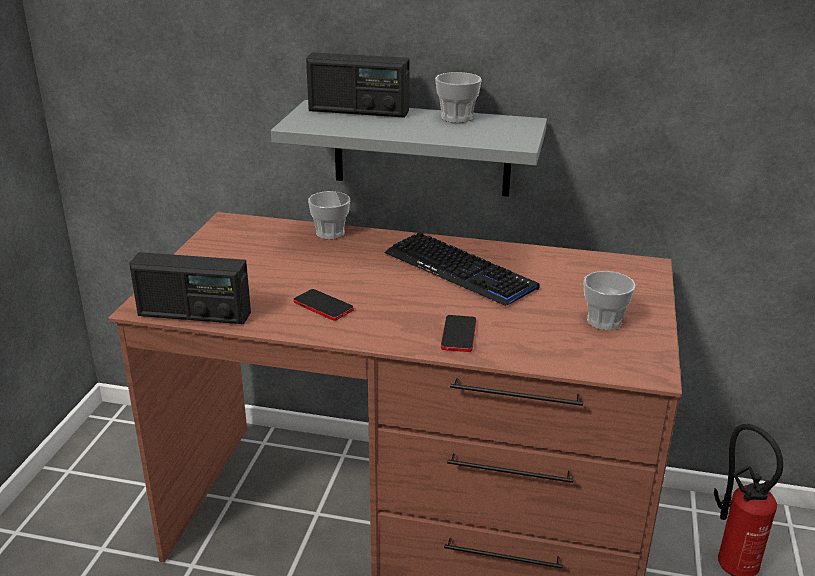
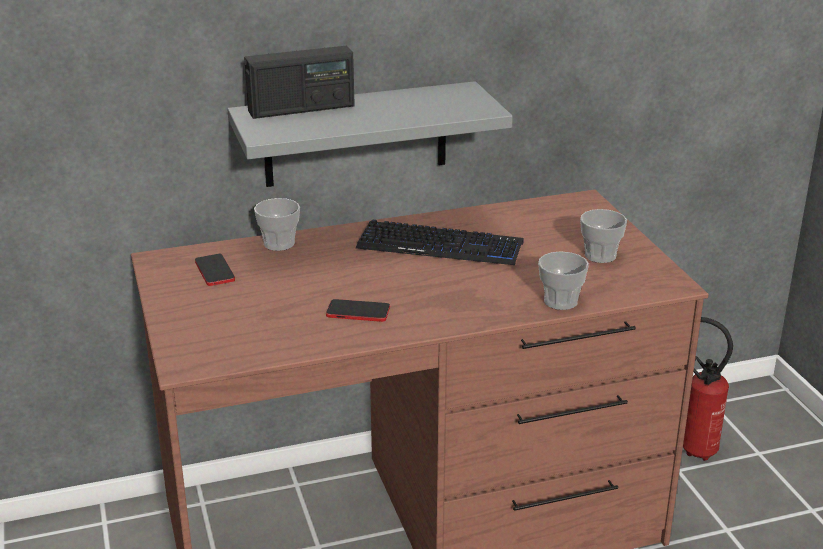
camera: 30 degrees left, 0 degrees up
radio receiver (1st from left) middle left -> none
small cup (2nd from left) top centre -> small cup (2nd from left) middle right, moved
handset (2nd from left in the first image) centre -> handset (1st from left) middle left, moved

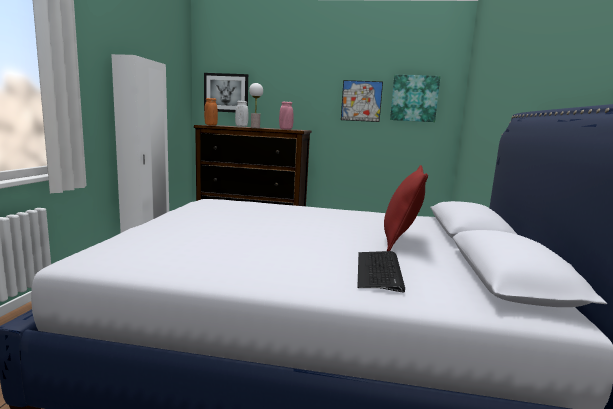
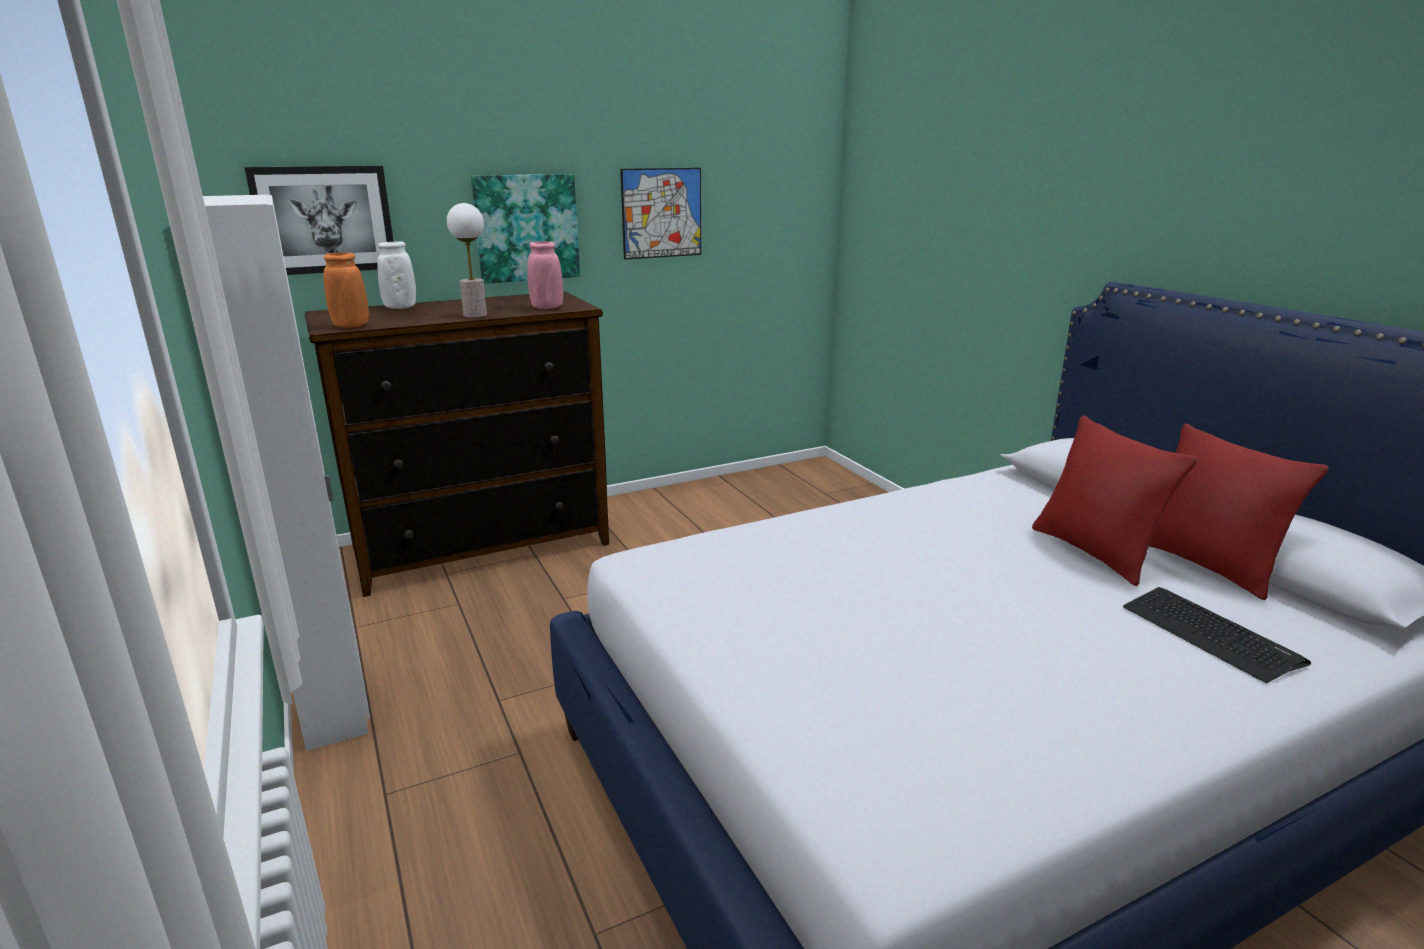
camera: 35 degrees left, 10 degrees up
none -> red throw pillow (2nd from left) middle right
picture (3rd from left in the first image) top right -> picture (2nd from left) top centre, moved

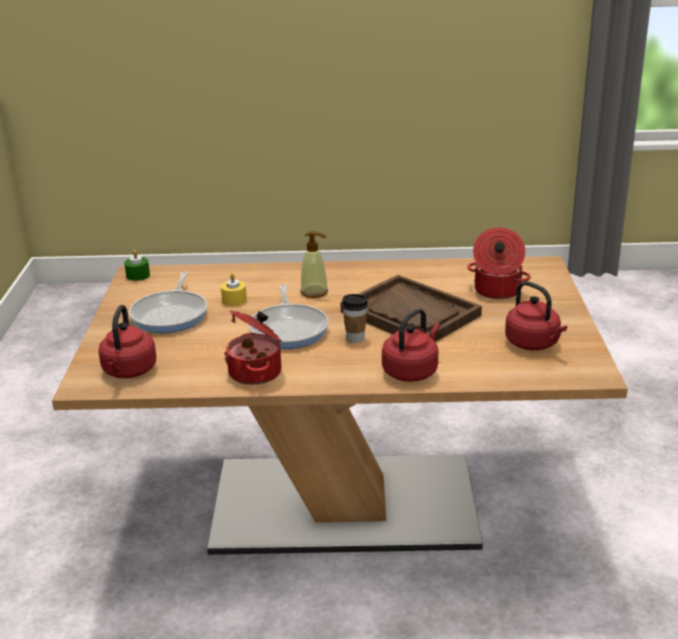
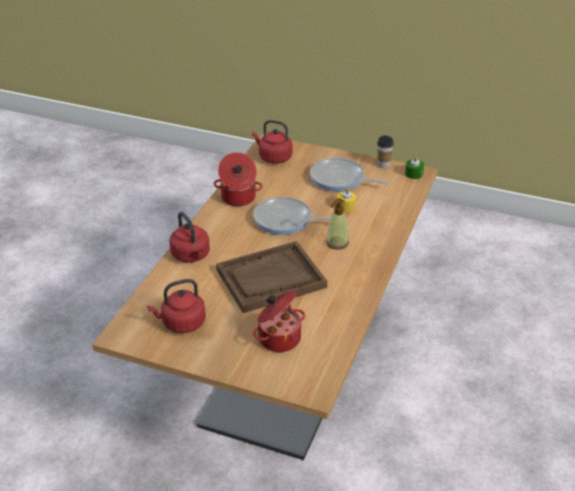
camera: 110 degrees right, 10 degrees up
small cup centre -> small cup top right, moved

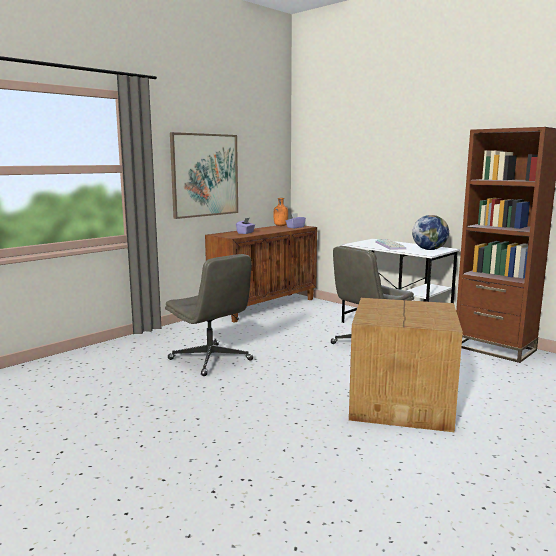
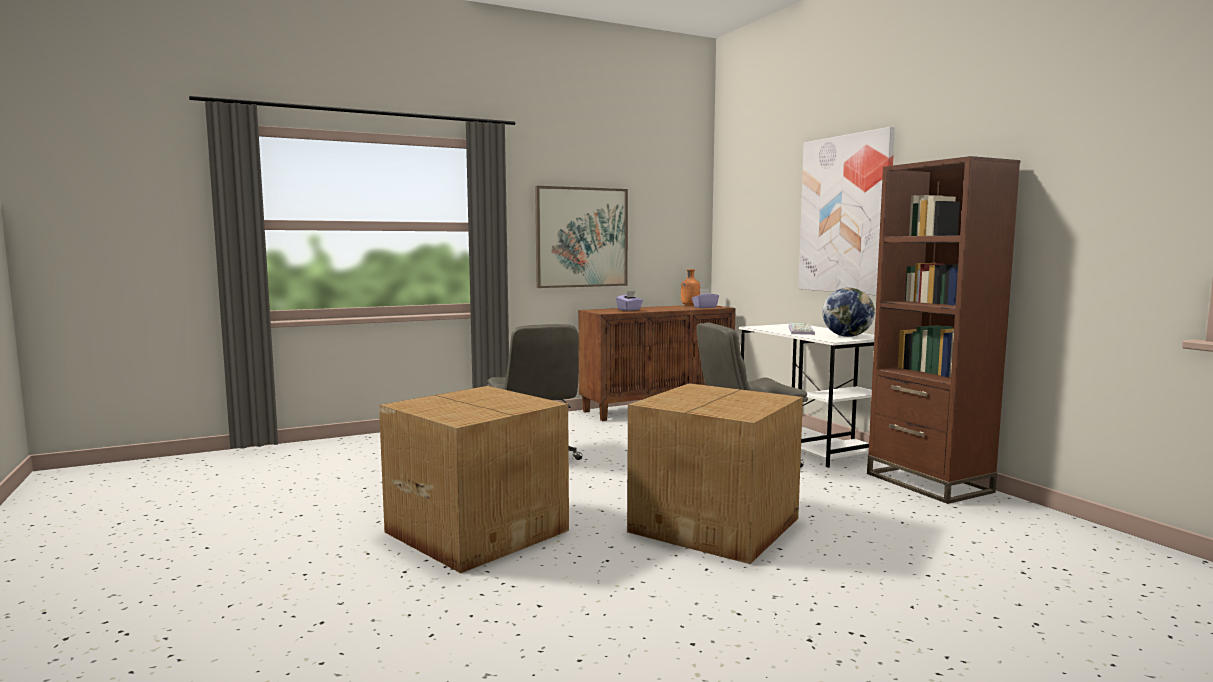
camera: 20 degrees right, 5 degrees down
none -> carton (1st from left) bottom centre
none -> picture (2nd from left) top right

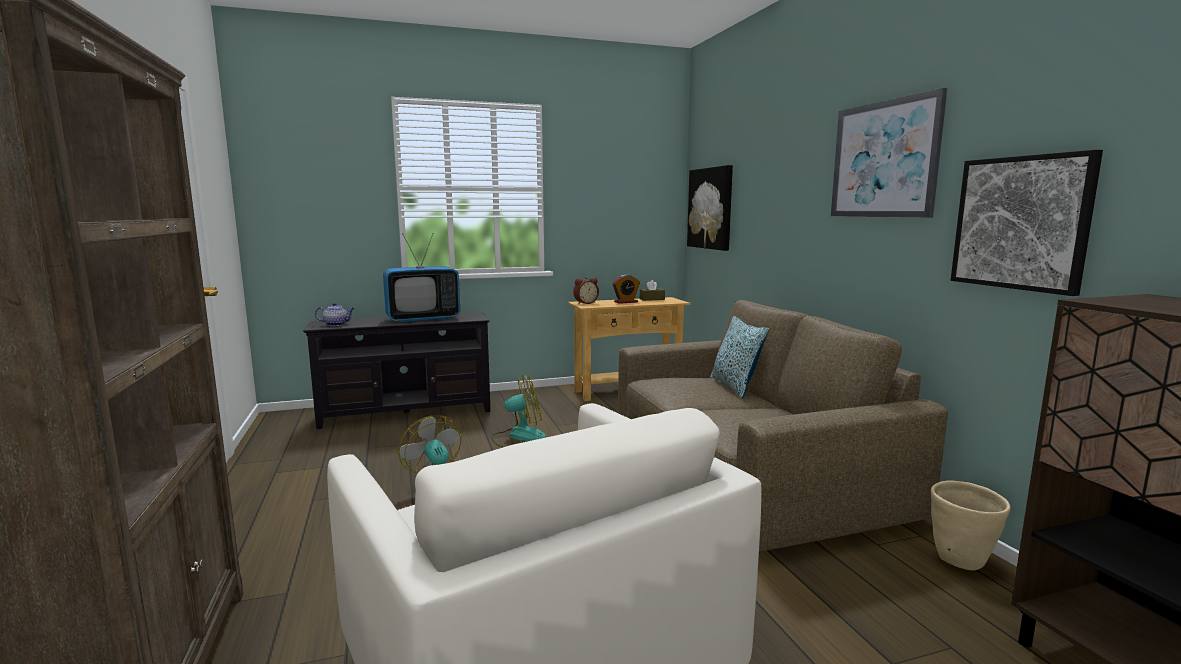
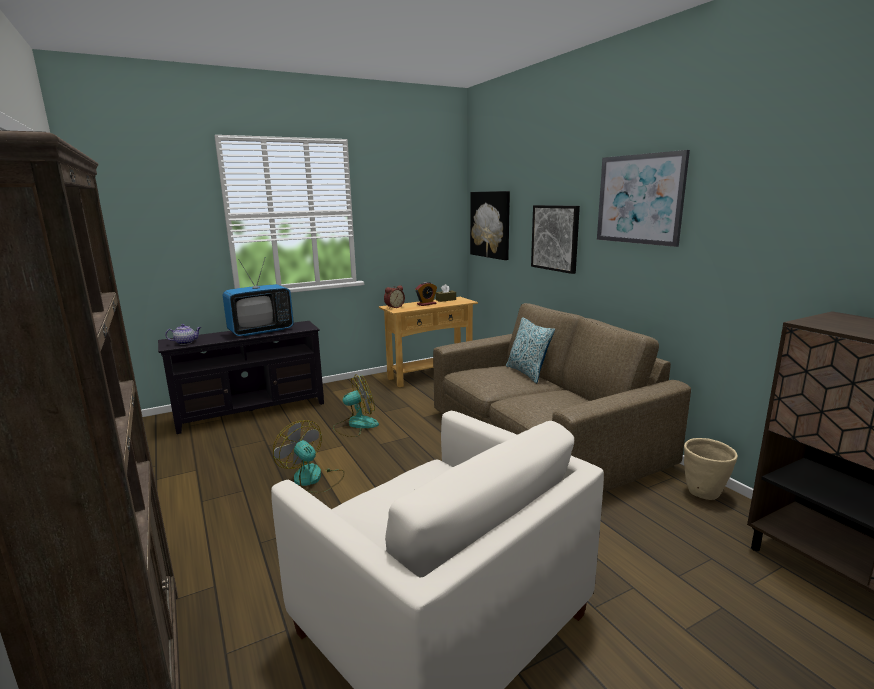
camera: 10 degrees left, 5 degrees up
picture (3rd from left in the first image) middle right -> picture (2nd from left) centre, moved

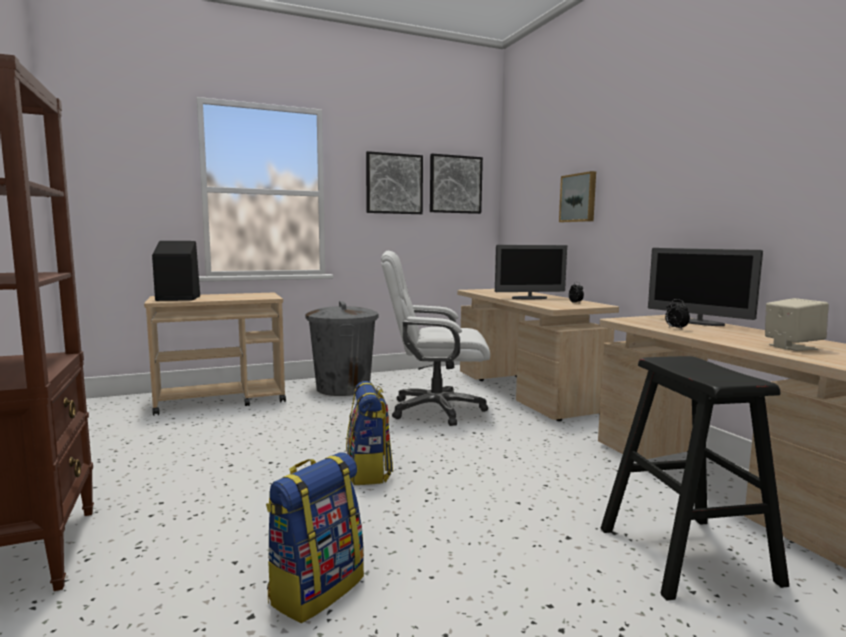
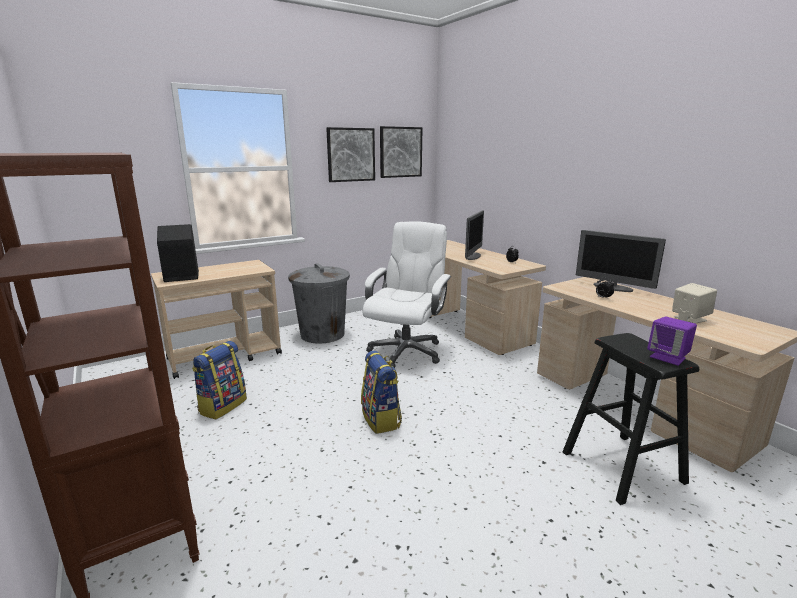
camera: 10 degrees left, 10 degrees up
picture (3rd from left) top right -> none
none -> purple audio speaker middle right
knapsack (1st from left) bottom centre -> knapsack (1st from left) middle left, moved
white-coloured desk chair centre, 120 degrees clockwise
monitor (1st from left) centre, 45 degrees counterclockwise

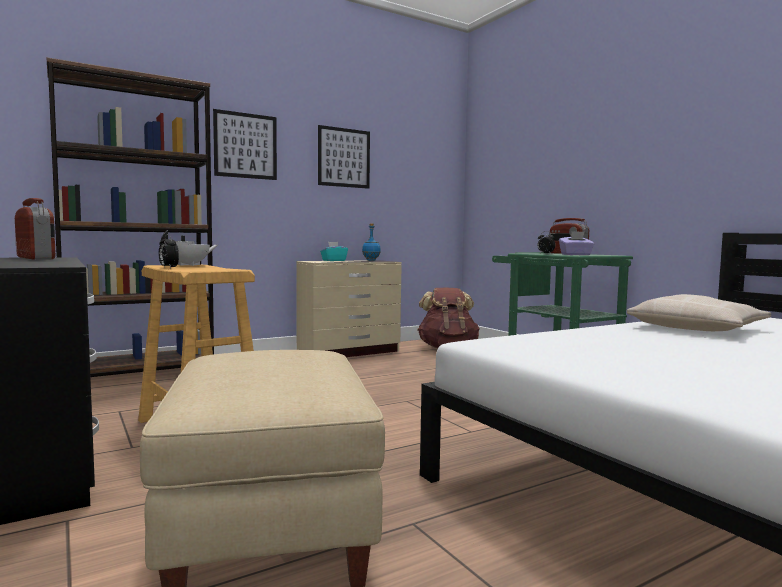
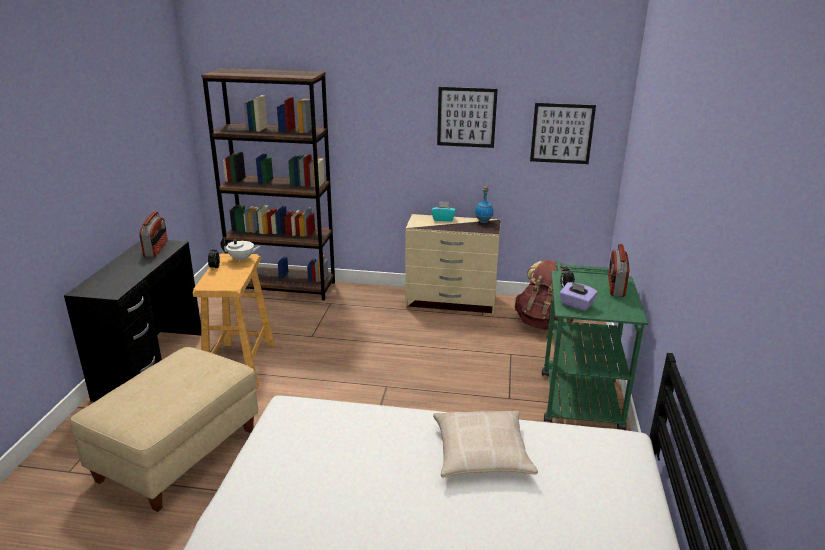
camera: 40 degrees right, 20 degrees up
picture (1st from left in the first image) top left -> picture (2nd from left) top right, moved

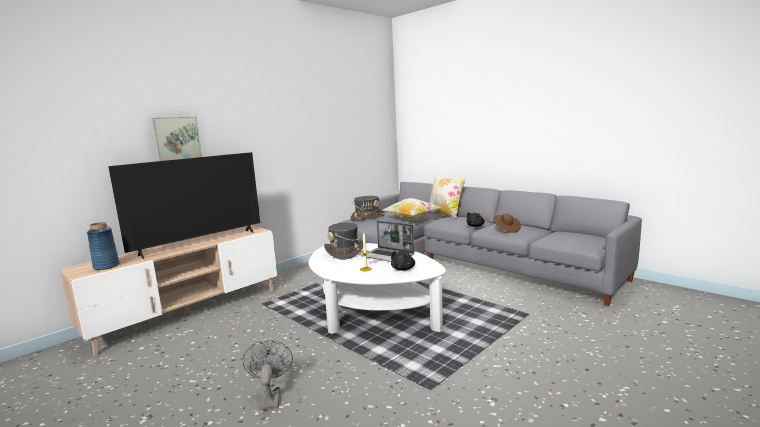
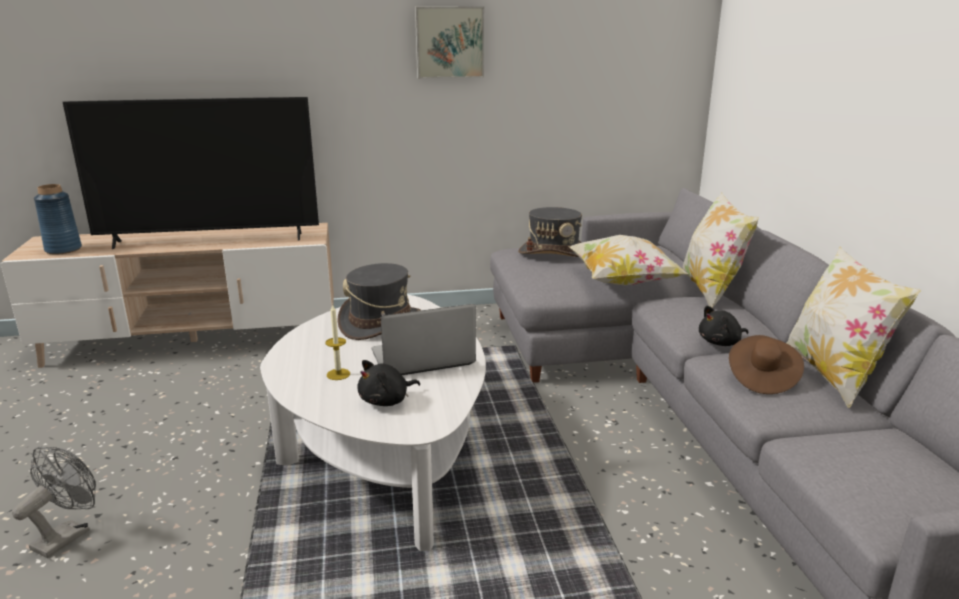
camera: 35 degrees right, 10 degrees up
none -> throw pillow (3rd from left) middle right
picture top left -> picture top centre, moved
portable computer centre, 90 degrees clockwise

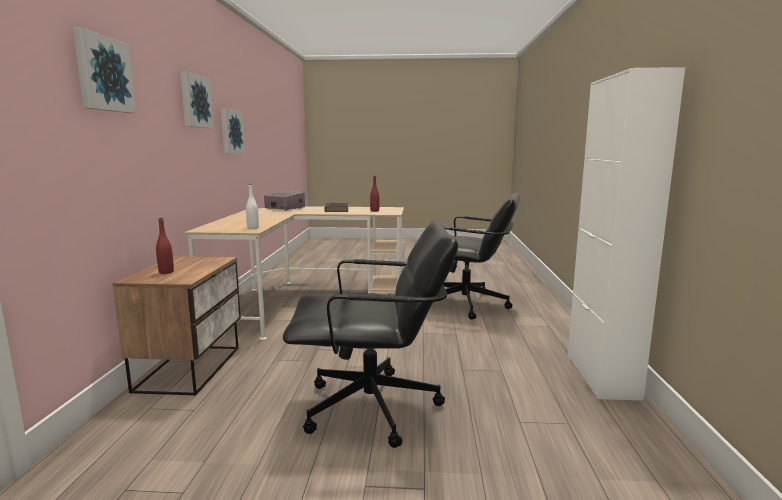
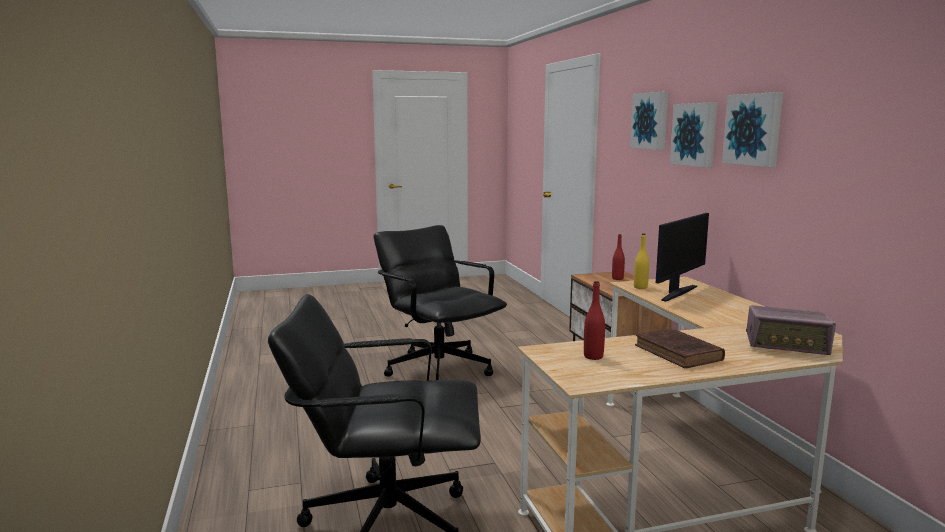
camera: 160 degrees right, 0 degrees up
white-coloured cabinet middle right -> none
none -> monitor middle right
picture (3rd from left in the first image) top left -> picture (2nd from left) top right, moved
white-coloured drink bottle middle left -> yellow drink bottle middle right
blackish desk chair (1st from left in the first image) bottom centre -> blackish desk chair (2nd from left) centre, 75 degrees clockwise

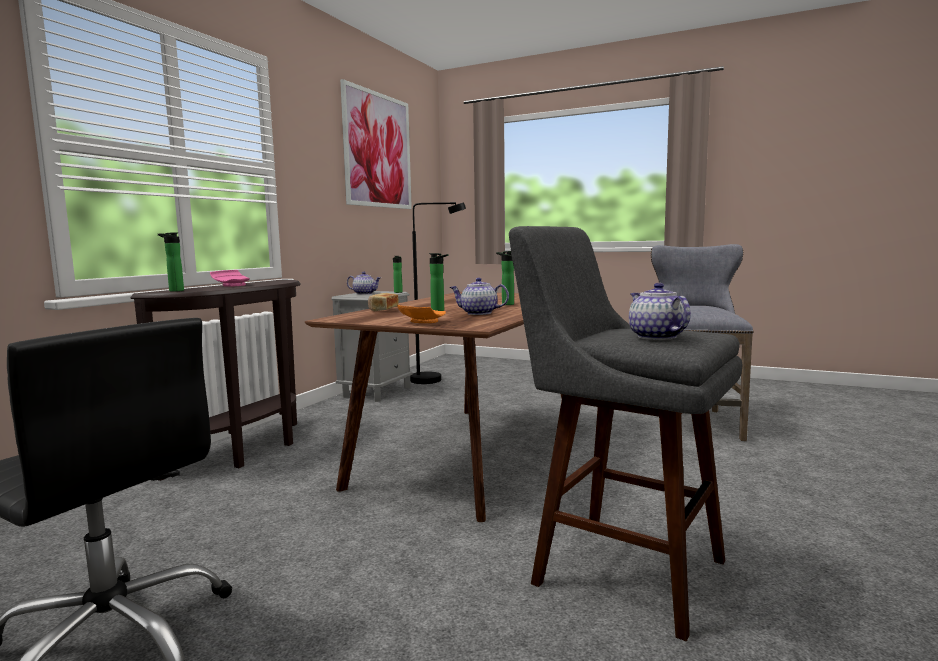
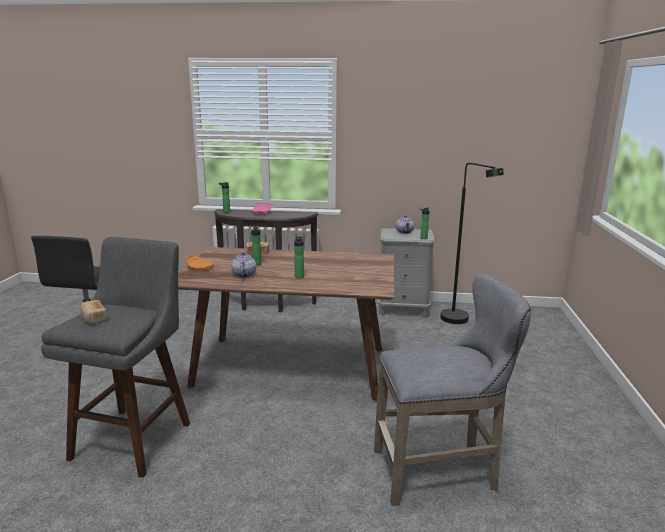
camera: 70 degrees right, 10 degrees up
picture top centre -> none
tea pot (3rd from left) middle right -> bakery bread (1st from left) middle left

